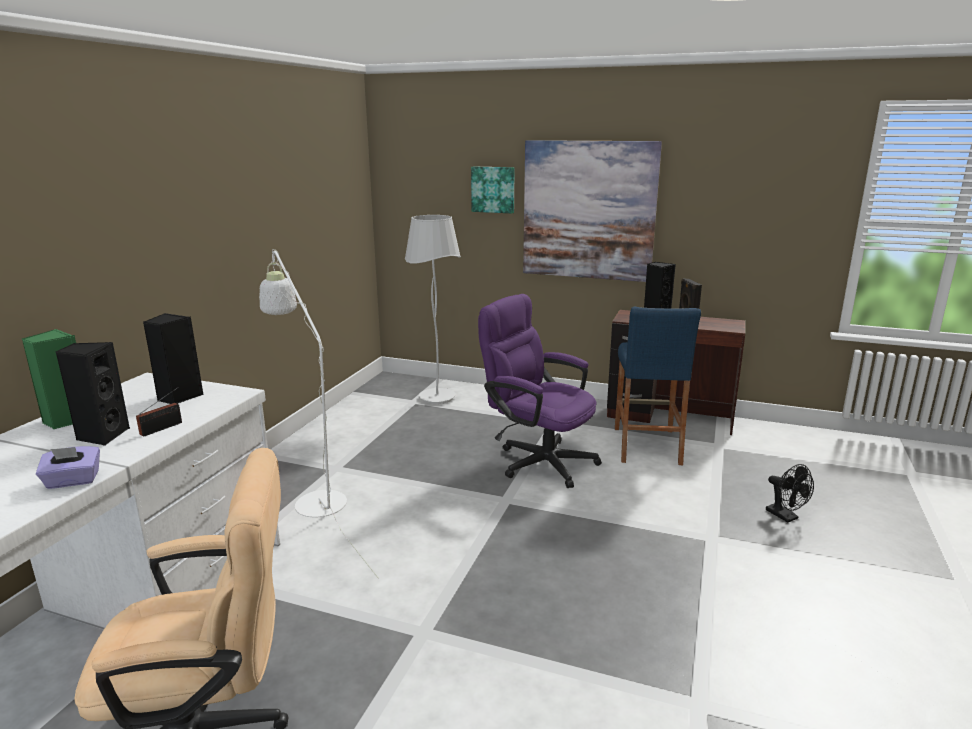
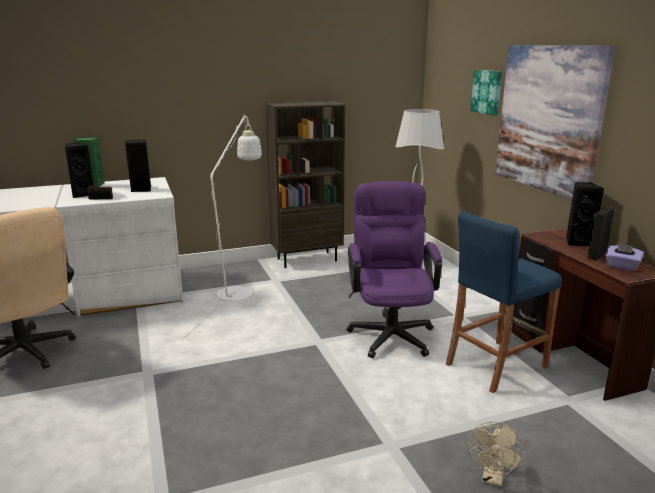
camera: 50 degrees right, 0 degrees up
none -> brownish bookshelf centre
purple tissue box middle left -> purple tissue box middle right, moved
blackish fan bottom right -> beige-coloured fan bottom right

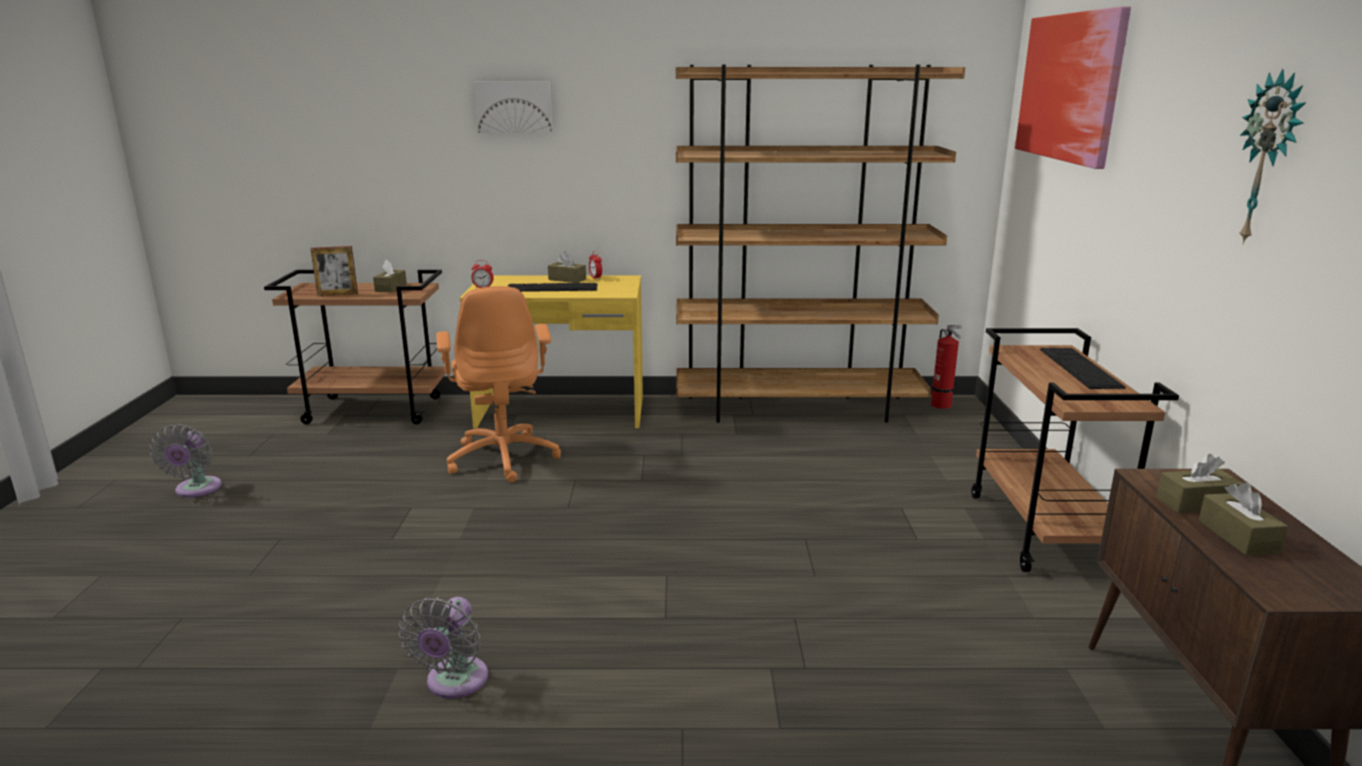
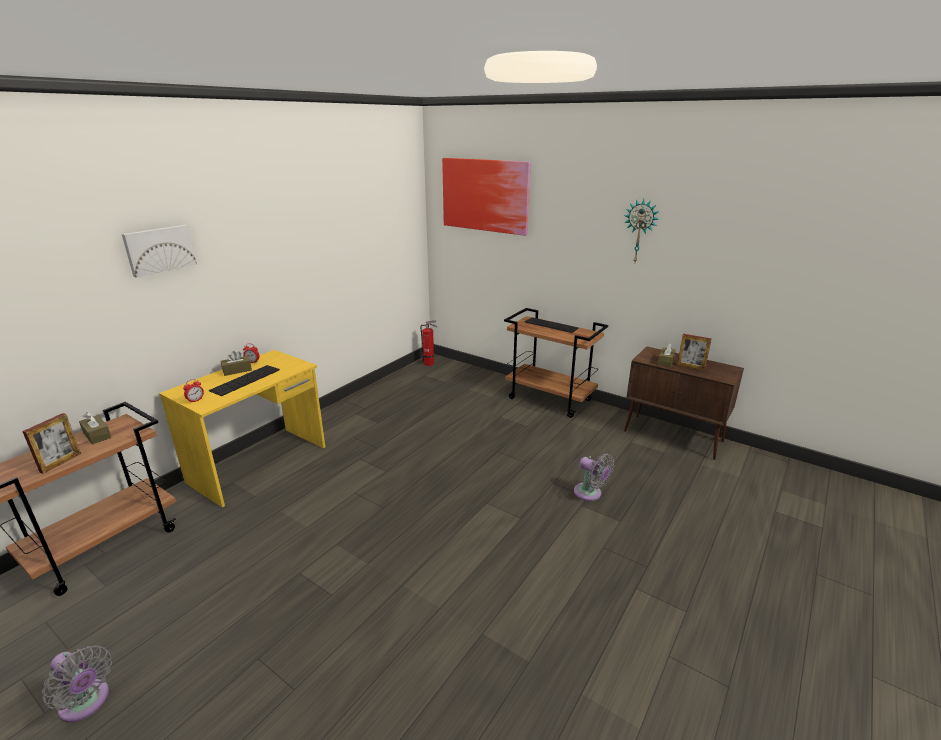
camera: 55 degrees left, 5 degrees up
orange desk chair centre -> none
brownish bookshelf top centre -> none
grey fan (2nd from left) bottom left -> grey fan (2nd from left) centre, moved
brownish tissue box (4th from left) bottom right -> photo frame (2nd from left) middle right

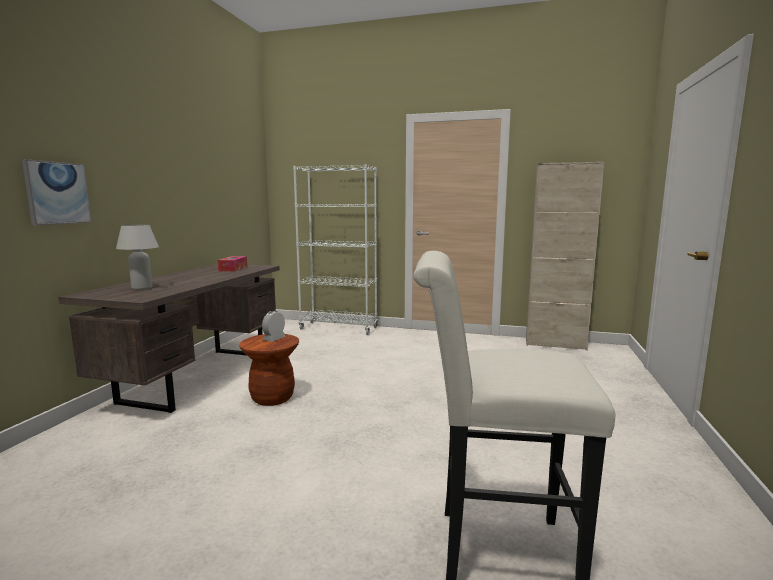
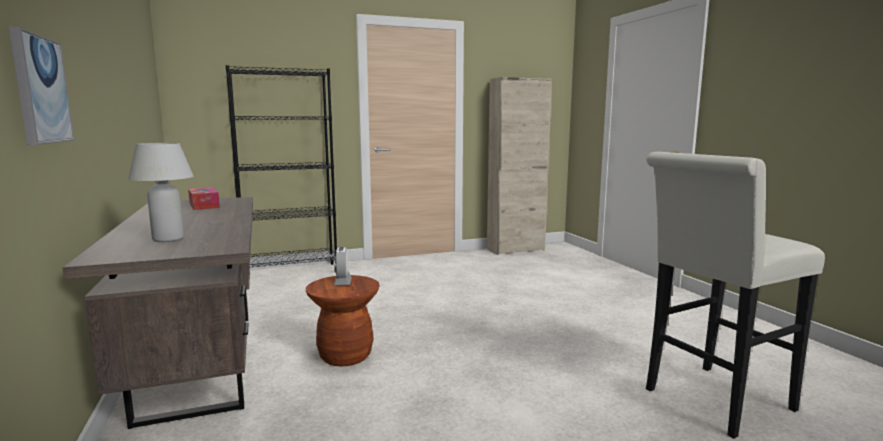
camera: 35 degrees left, 0 degrees up
white-coloured bookshelf centre -> blackish bookshelf middle left

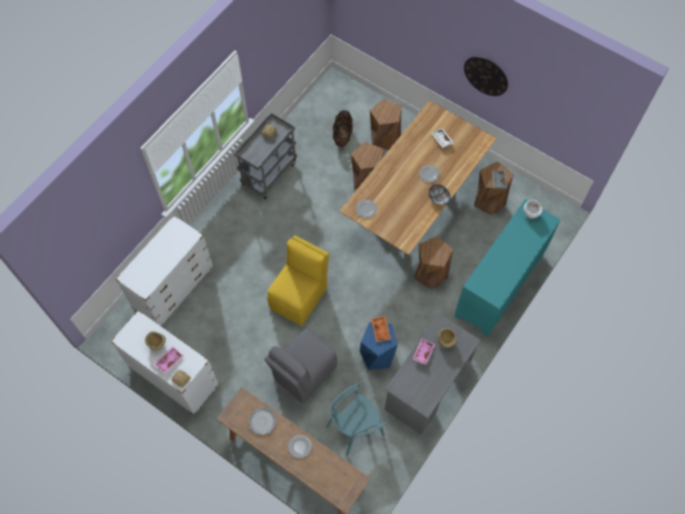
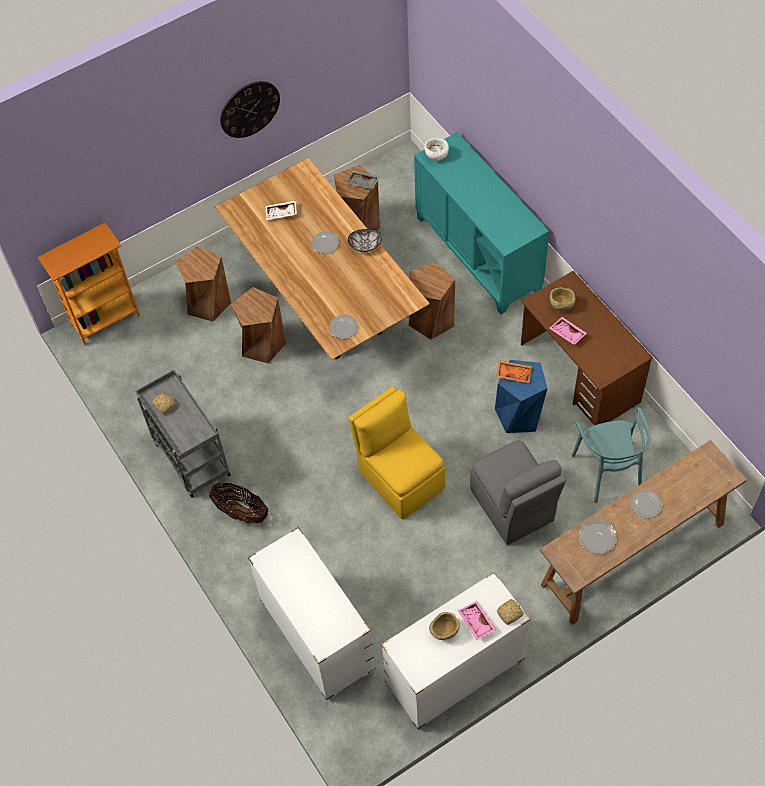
camera: 65 degrees left, 5 degrees down
none -> bookshelf middle left
basket top centre -> basket middle left, moved
grey desk bottom centre -> brownish desk middle right

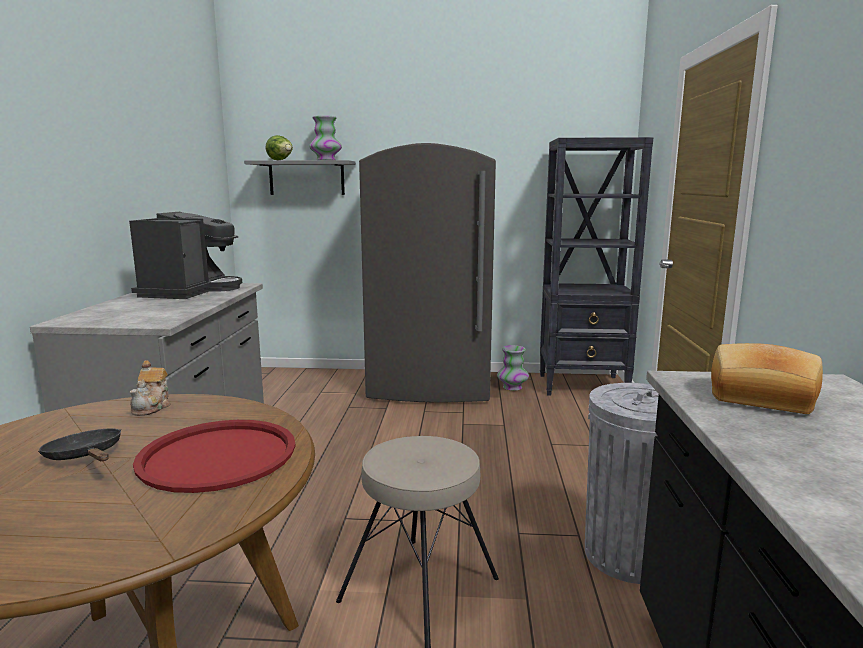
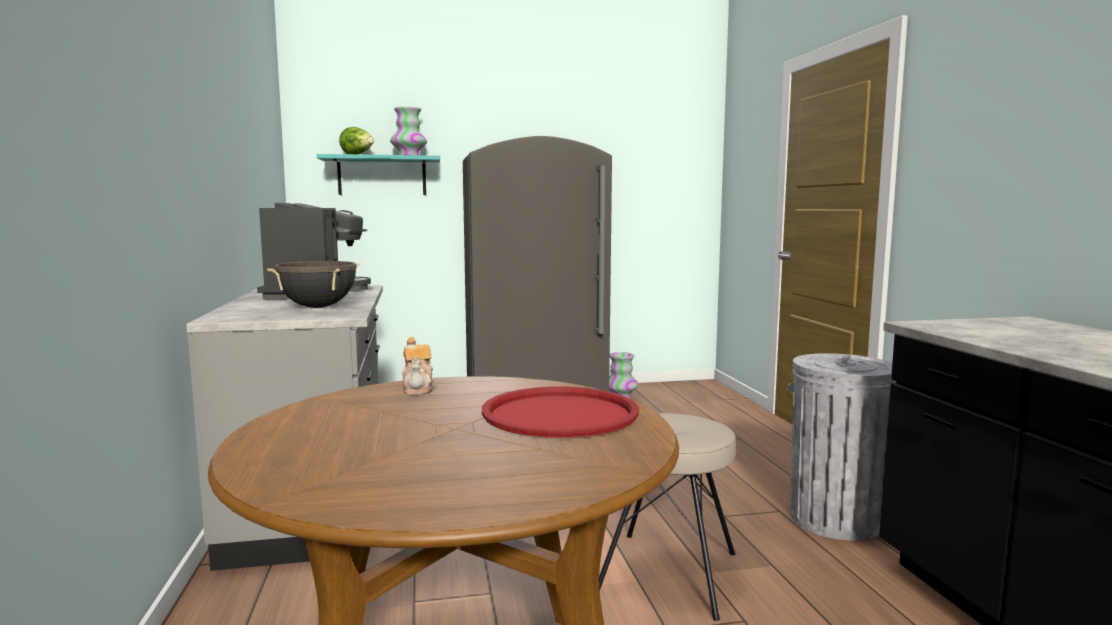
camera: 15 degrees left, 5 degrees down
blackish skillet bottom left -> none
blackish bookshelf middle right -> none
bakery bread middle right -> none
none -> blackish cooking pot middle left
grey wall shelf top centre -> turquoise-coloured wall shelf top centre

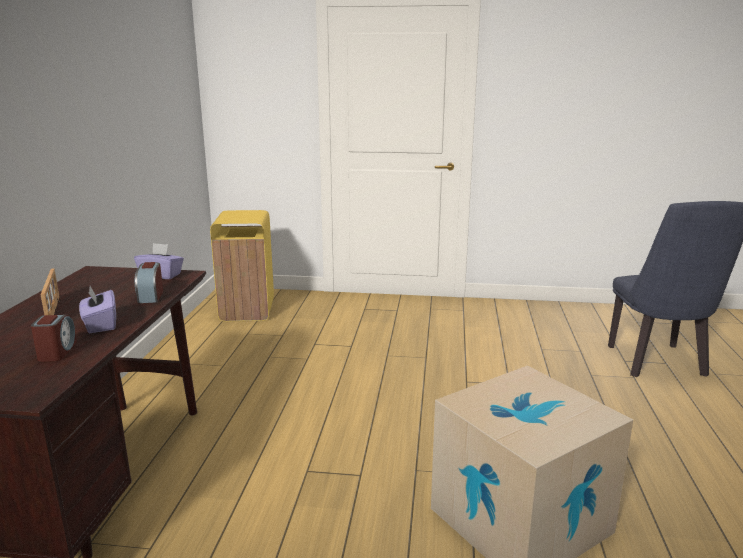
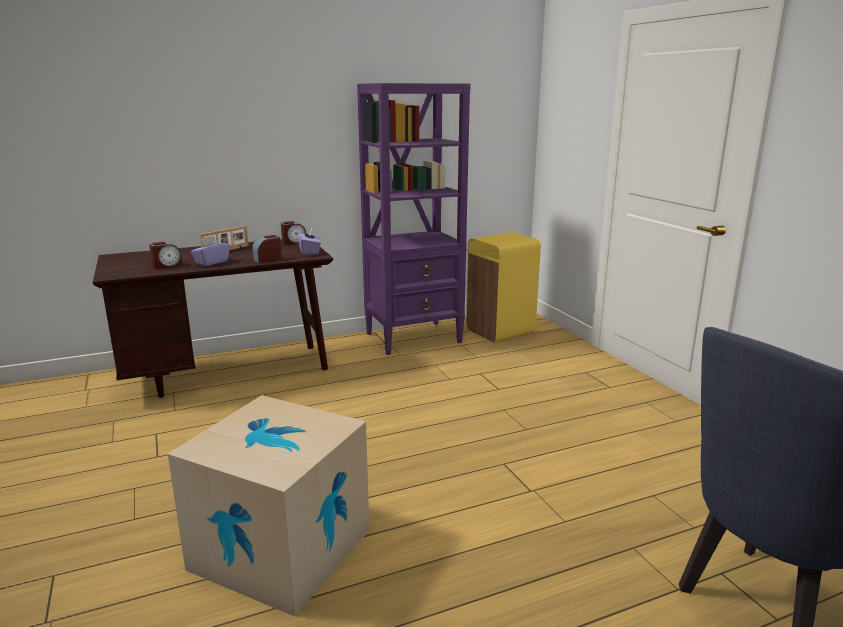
camera: 60 degrees right, 0 degrees up
none -> bedside clock (3rd from left) centre
none -> purple bookshelf centre

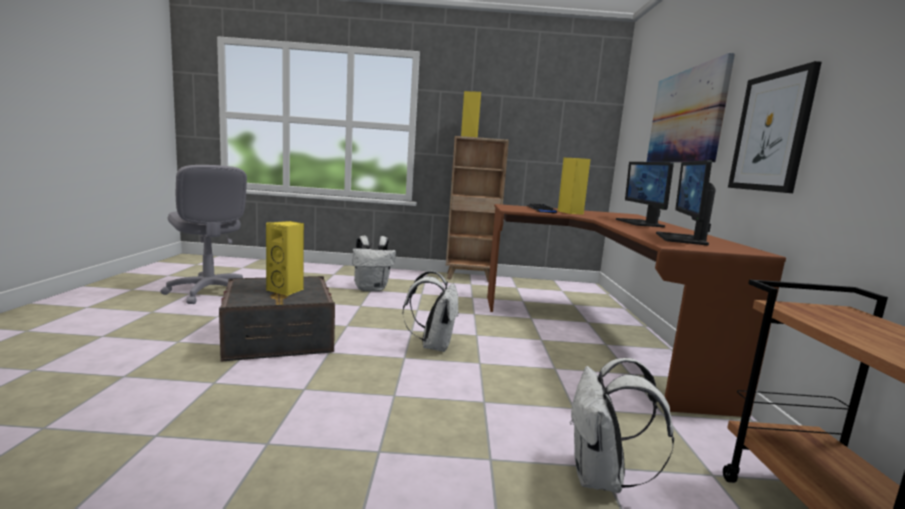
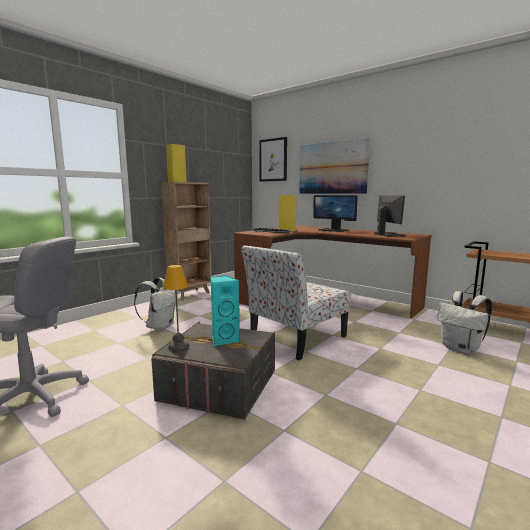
camera: 50 degrees left, 0 degrees up
none -> lamp for a table middle left
picture (2nd from left in the first image) top right -> picture (1st from left) top centre, moved
white-coloured knapsack (2nd from left) centre -> plain chair centre
yellow audio speaker (1st from left) middle left -> turquoise-coloured audio speaker centre
monitor (2nd from left) middle right, 150 degrees counterclockwise

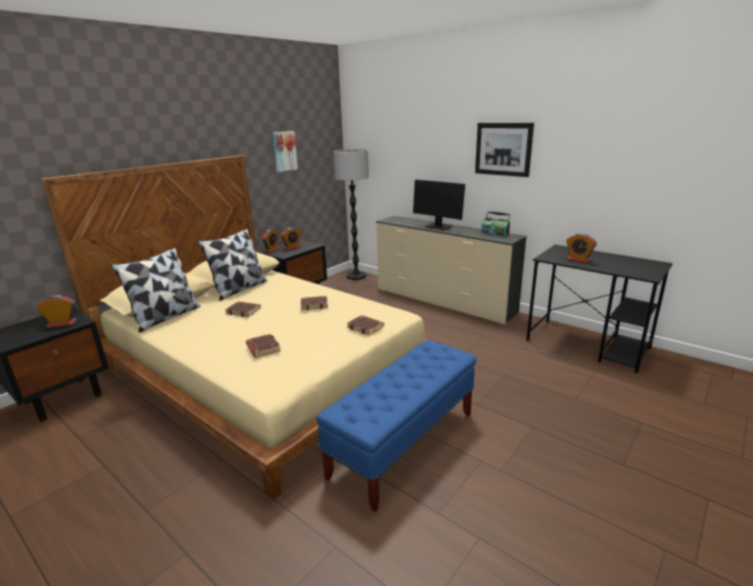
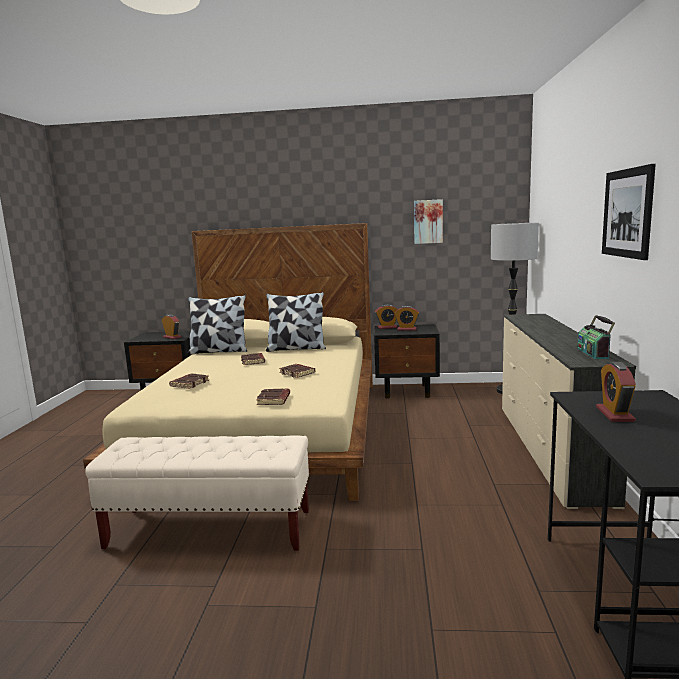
camera: 55 degrees right, 10 degrees down
monitor centre -> none
blue indoor bench bottom centre -> beige-coloured indoor bench bottom left

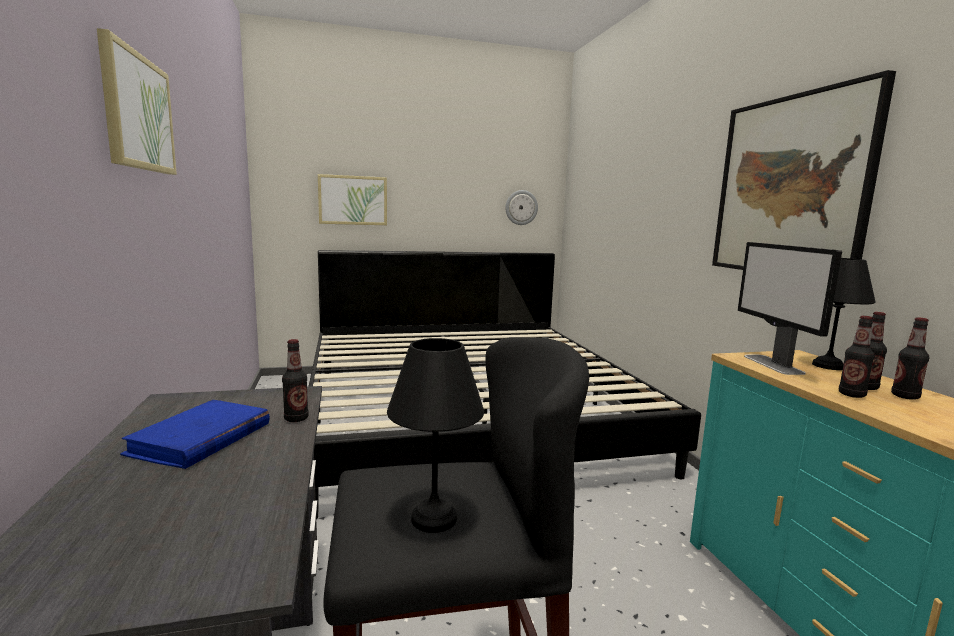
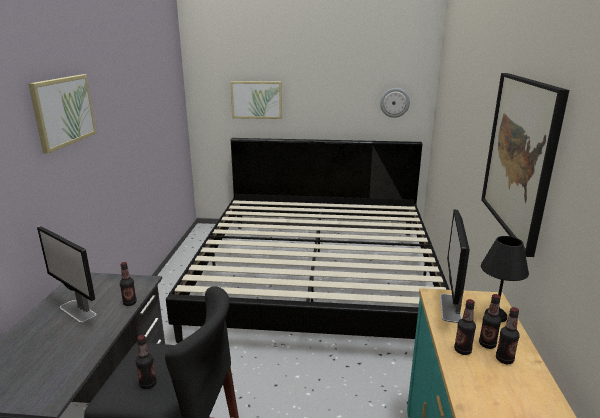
camera: 20 degrees right, 10 degrees up
blue bound book bottom left -> monitor (1st from left) middle left
blackish lamp for a table (1st from left) bottom centre -> drink bottle (2nd from left) bottom left

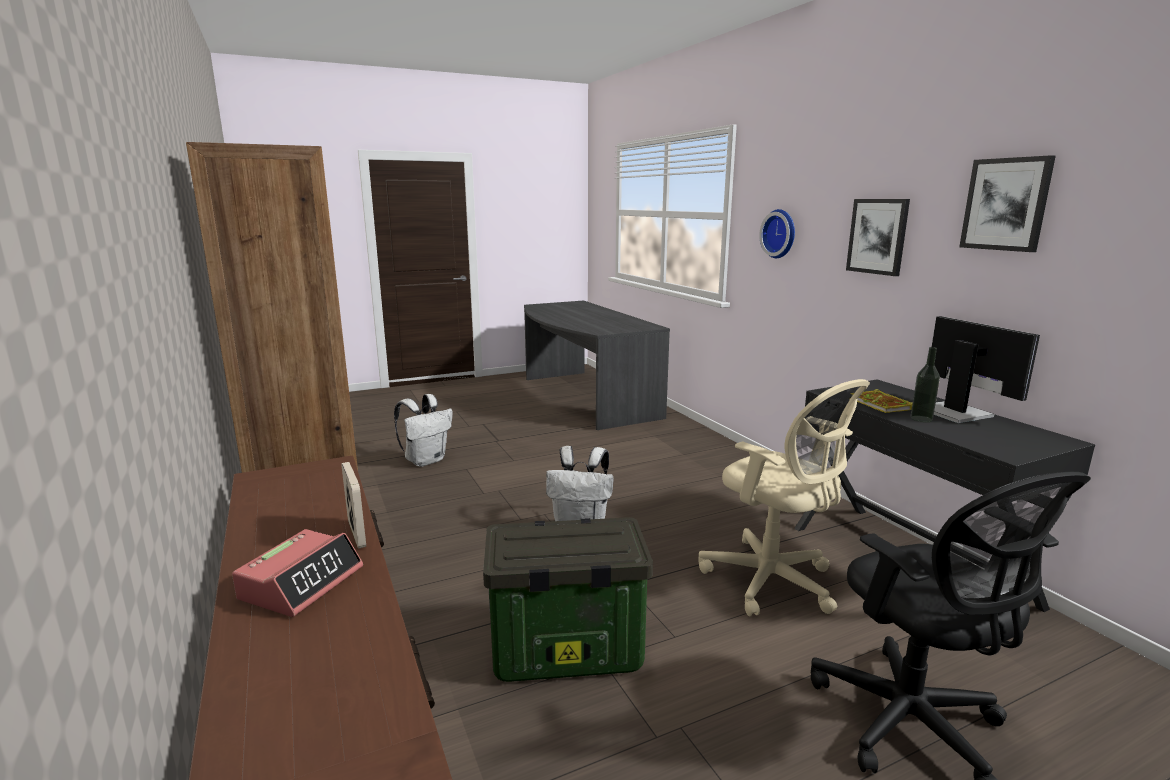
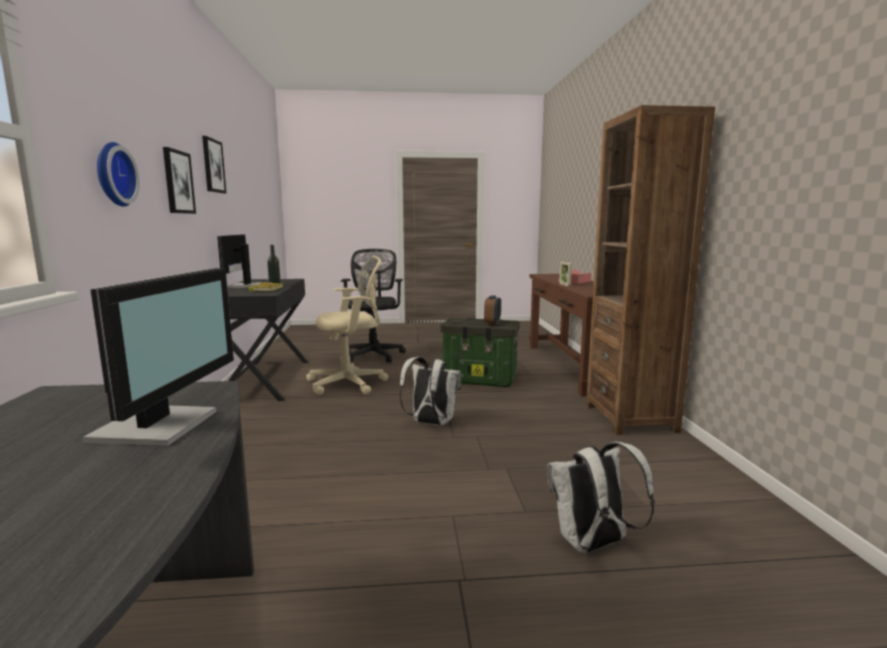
camera: 160 degrees left, 5 degrees down
none -> monitor (1st from left) middle left
none -> bedside clock (1st from left) centre
beige-coloured desk chair middle right -> beige-coloured desk chair centre, 90 degrees clockwise

